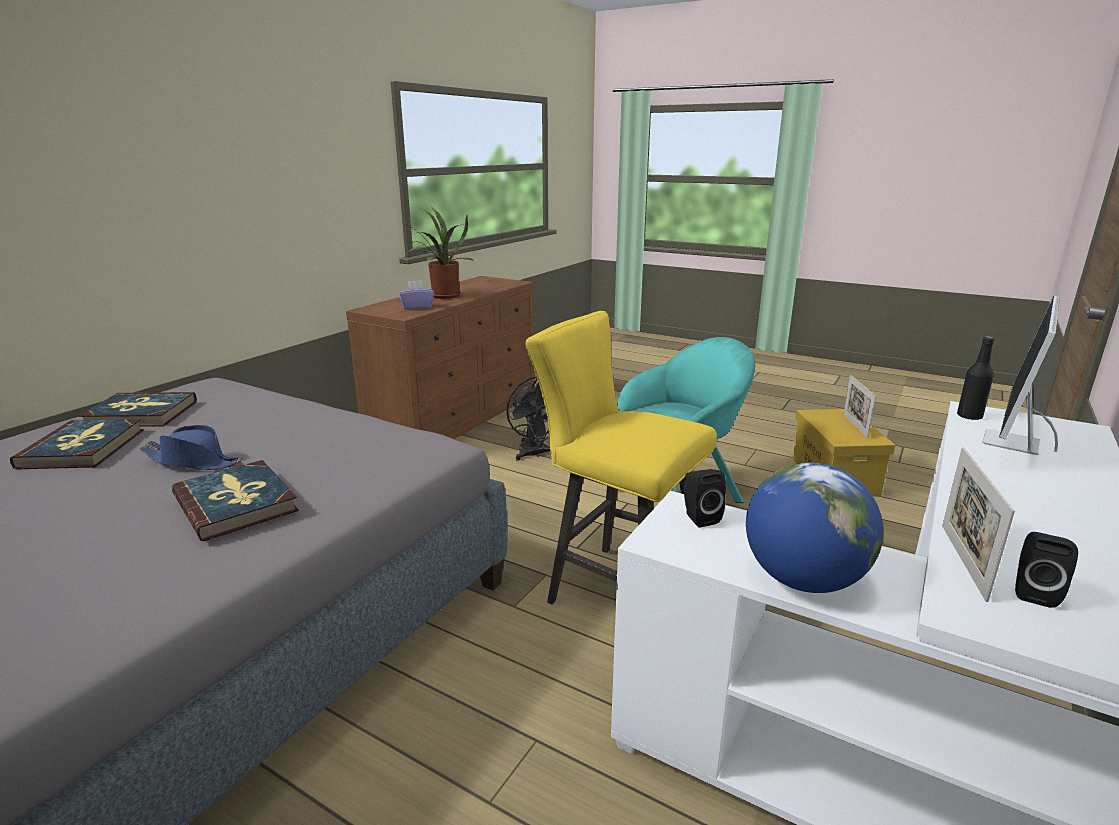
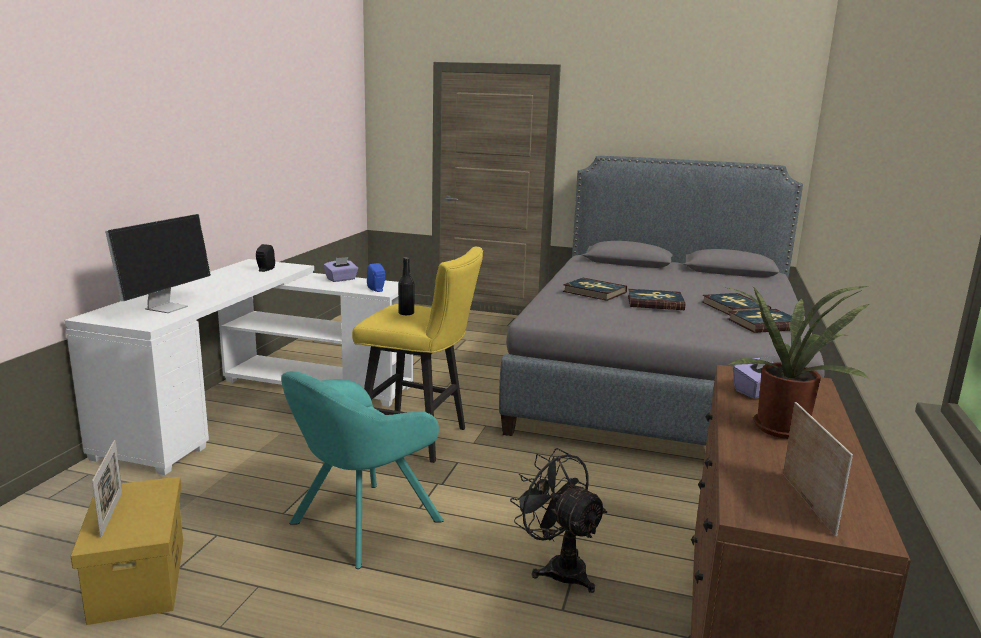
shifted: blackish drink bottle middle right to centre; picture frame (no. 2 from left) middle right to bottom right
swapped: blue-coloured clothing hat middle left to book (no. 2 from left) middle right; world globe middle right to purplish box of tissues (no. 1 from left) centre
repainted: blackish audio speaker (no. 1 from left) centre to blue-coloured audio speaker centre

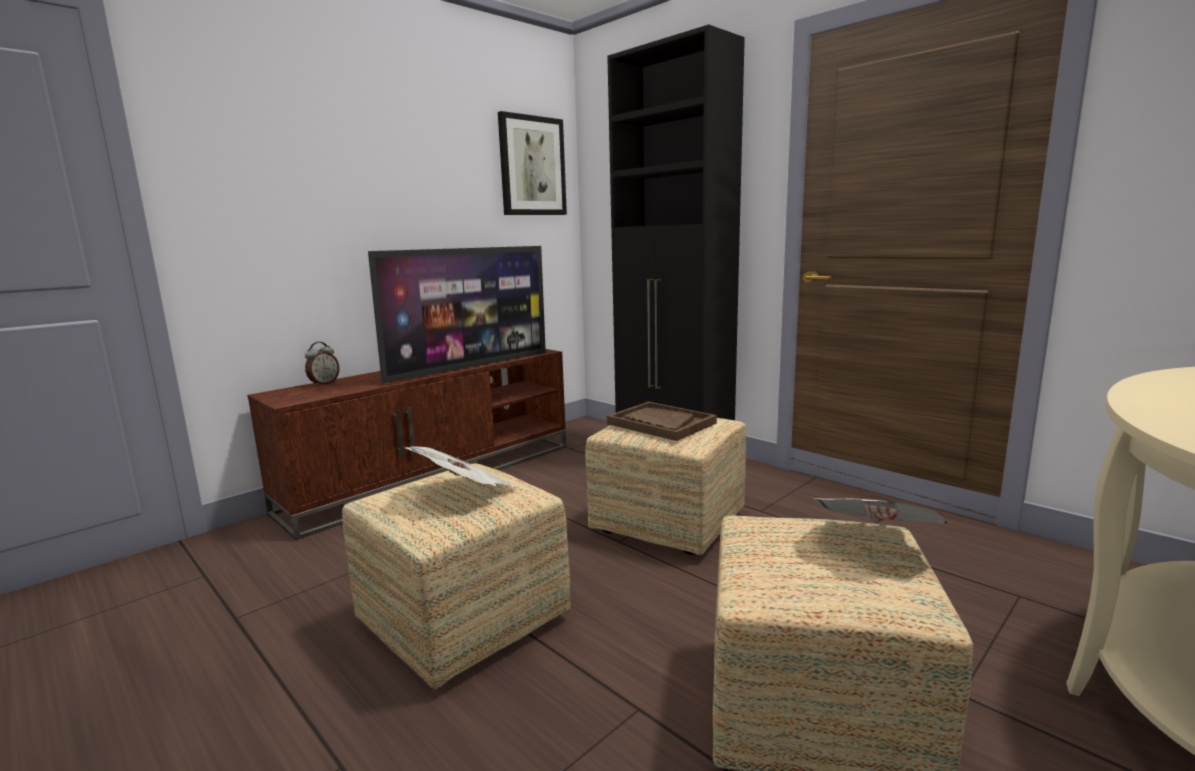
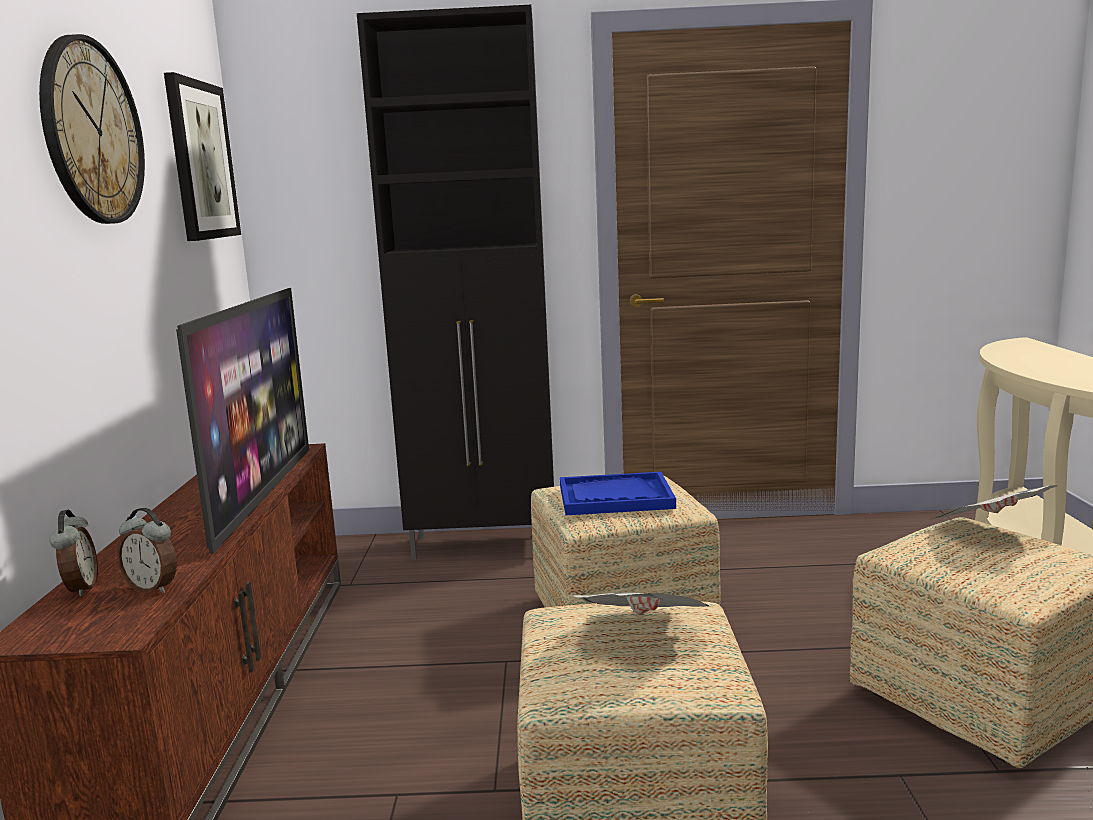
new: hanging clock top left; alarm clock (no. 2 from left) bottom left
repainted: brownish carrying tray centre to blue-coloured carrying tray centre

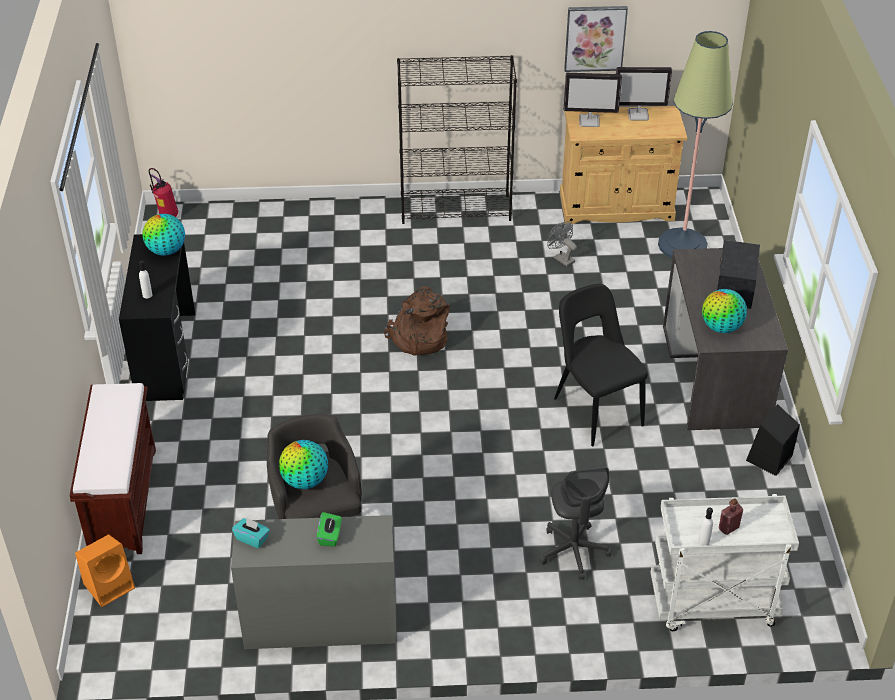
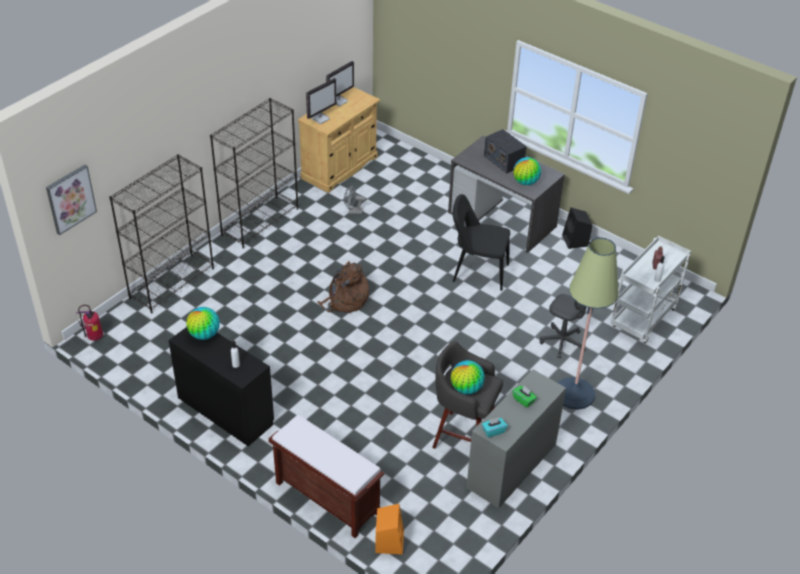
new: blackish bookcase (no. 1 from left) middle left
shifted: wall art top centre to middle left; floor lamp top right to middle right

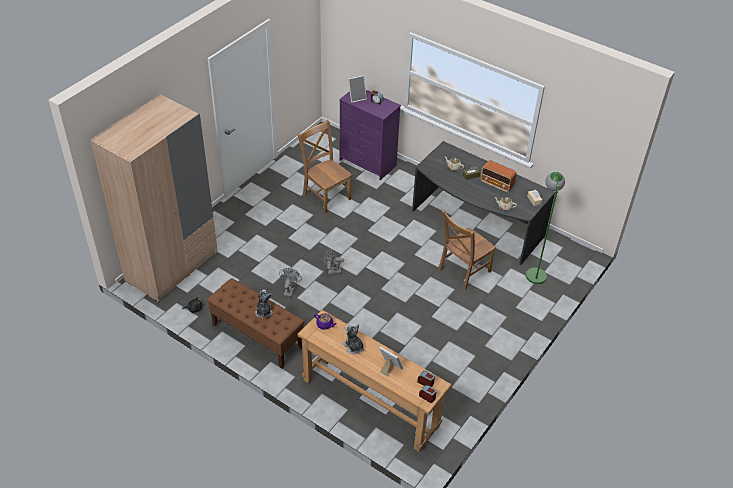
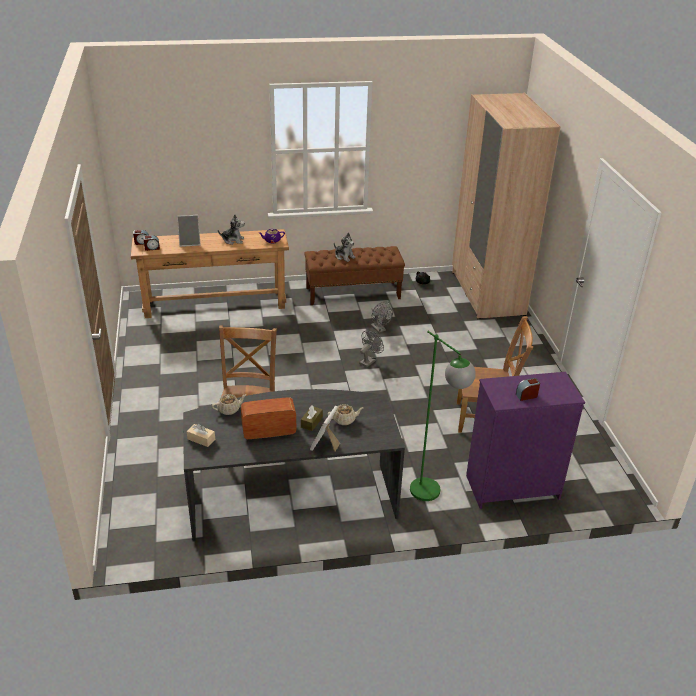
shifted: picture frame (no. 1 from left in the first image) top centre to picture frame (no. 2 from left) centre; greenish floor lamp middle right to centre

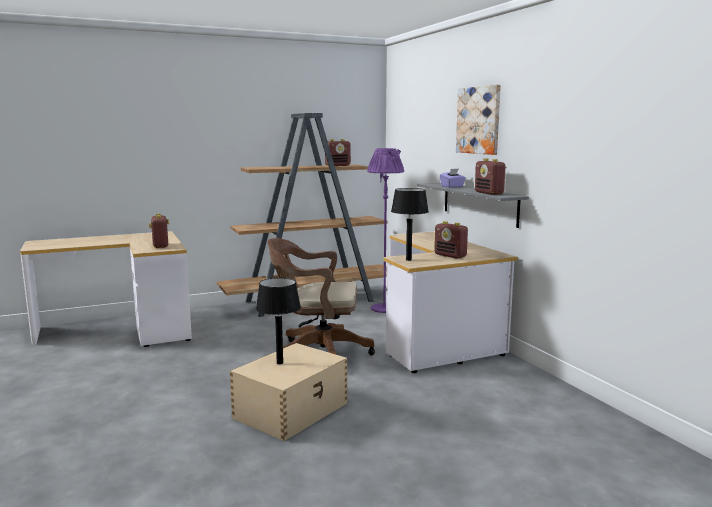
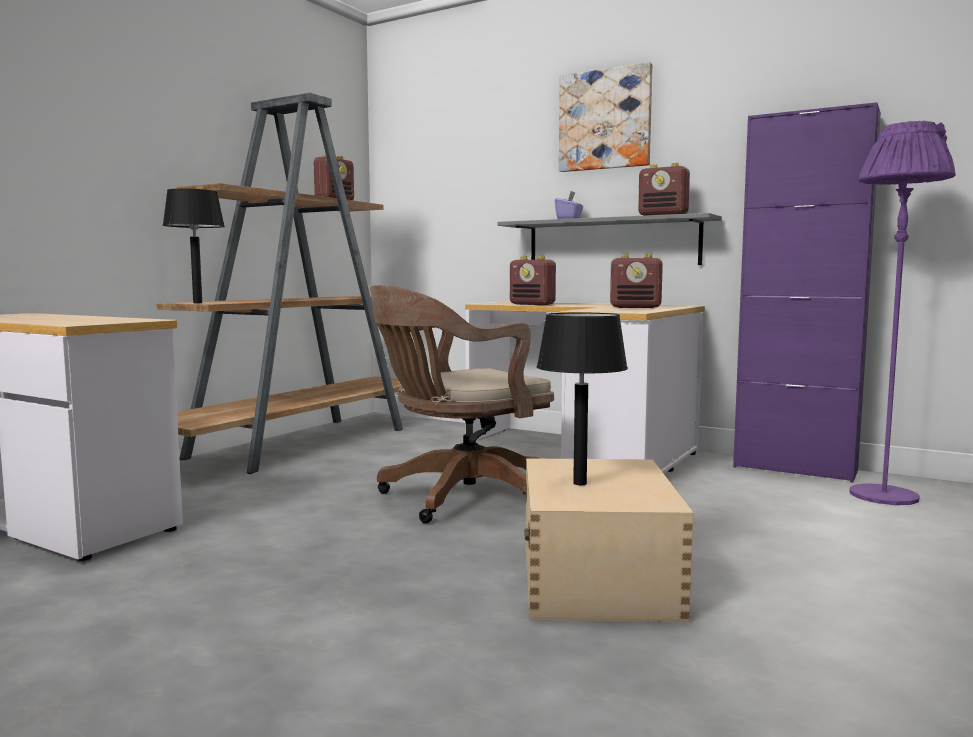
new: purplish cabinet middle right
shifted: purplish floor lamp centre to middle right; blackish table lamp (no. 2 from left in the first image) centre to blackish table lamp (no. 1 from left) middle left; radio receiver (no. 1 from left in the first image) middle left to radio receiver (no. 2 from left) centre

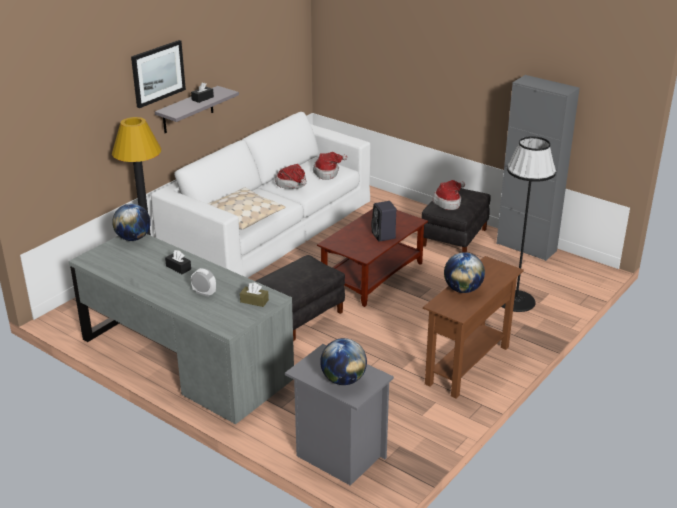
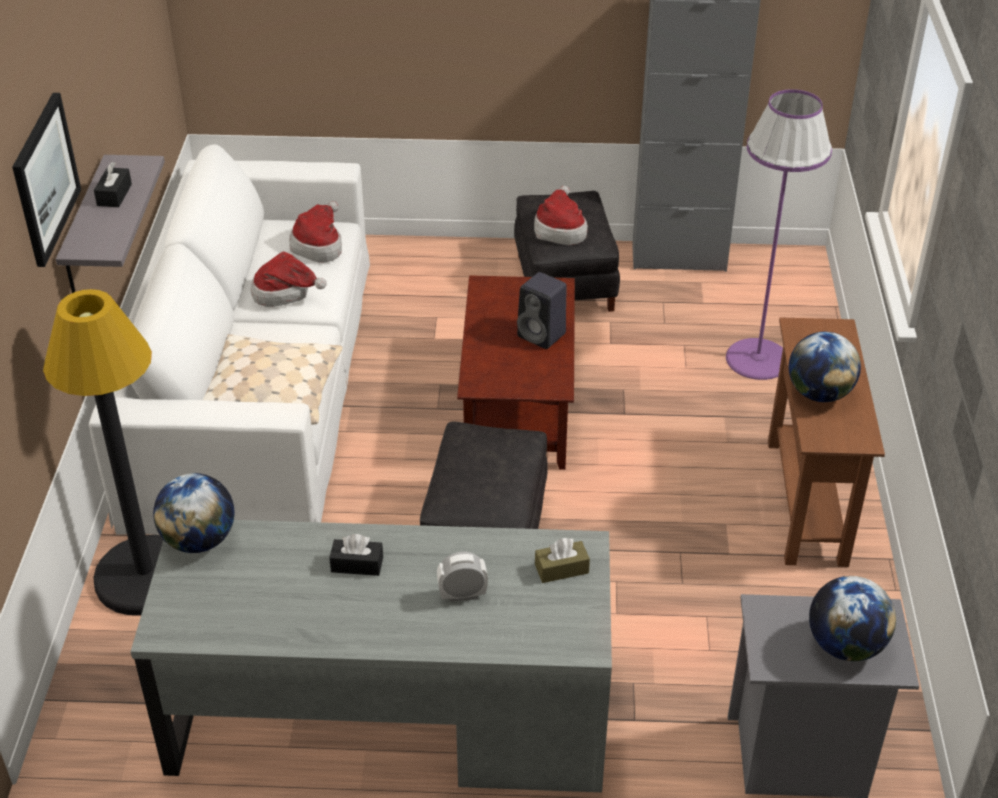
repainted: blackish floor lamp (no. 2 from left) middle right to purplish floor lamp top right

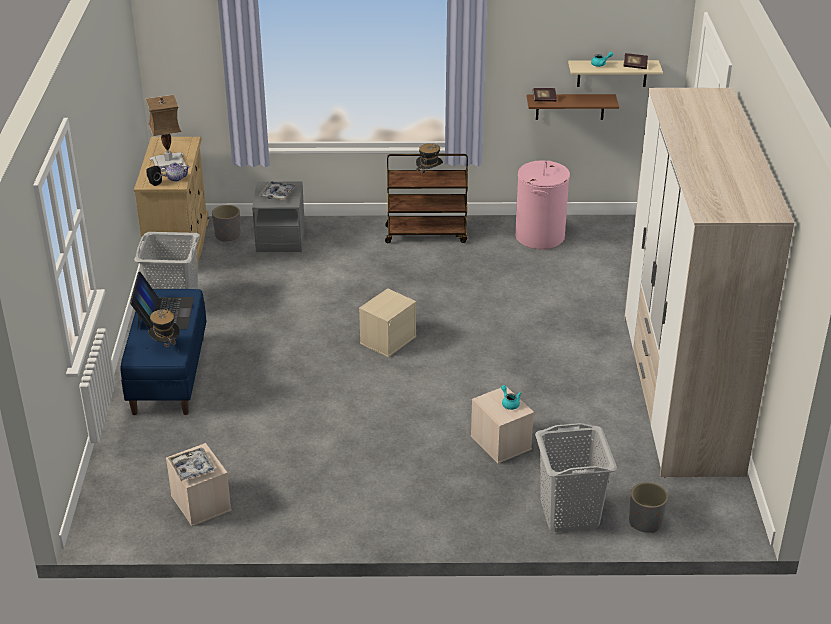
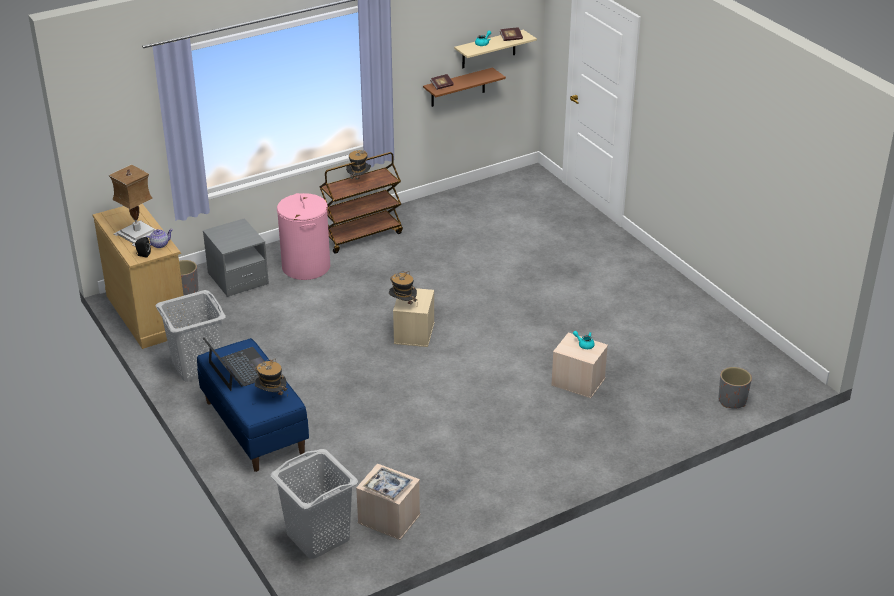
gone: wardrobe middle right; carrying tray (no. 2 from left) top centre
new: clothing hat (no. 3 from left) centre
shifted: pink hamper top centre to centre; greyish hamper (no. 2 from left) bottom right to bottom centre

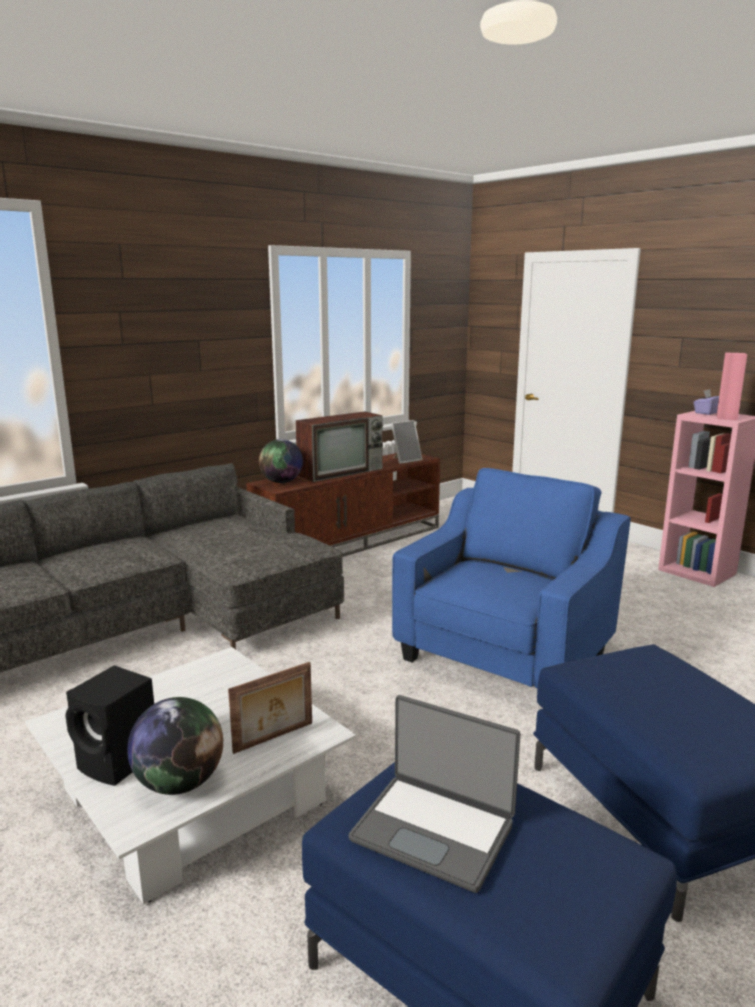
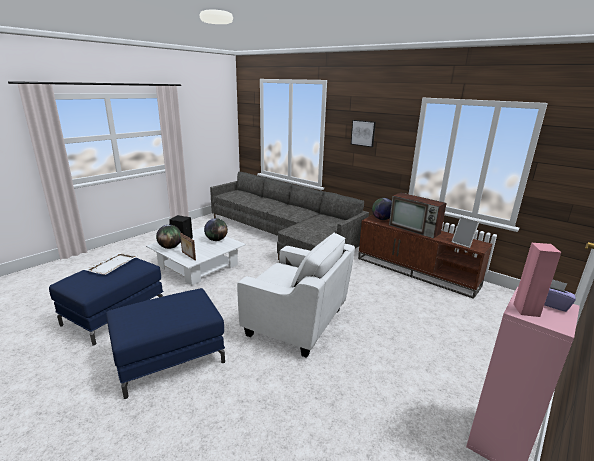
new: wall art top centre; world globe (no. 2 from left) centre
swapped: portable computer bottom centre to whitish carrying tray middle left
repainted: blue-coloured lounge chair middle right to whitish lounge chair centre

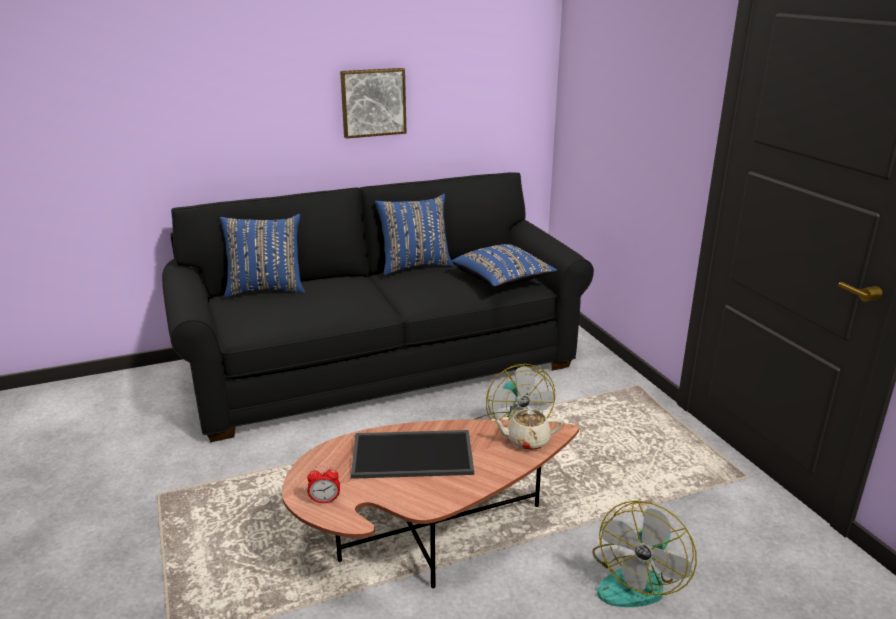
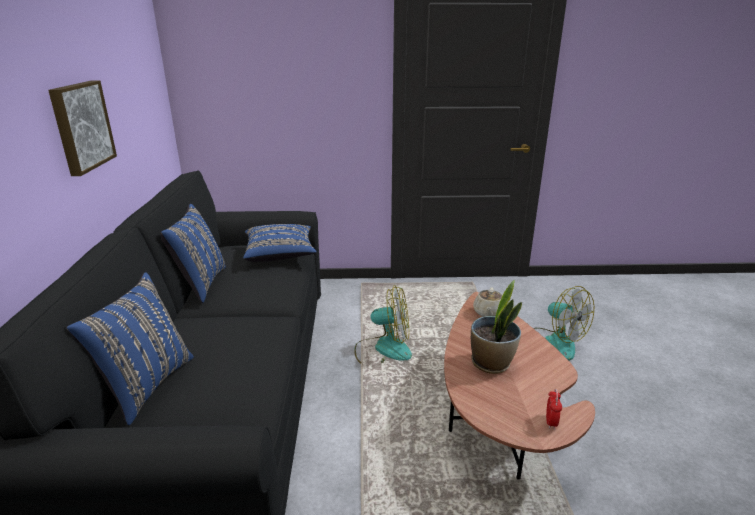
swapped: carrying tray bottom centre to potted plant centre

